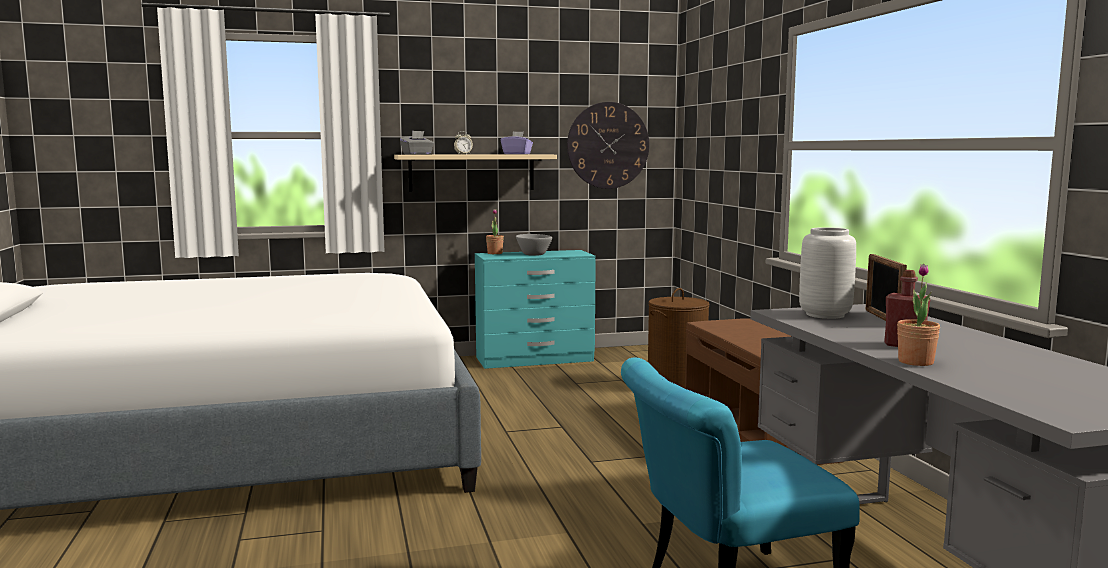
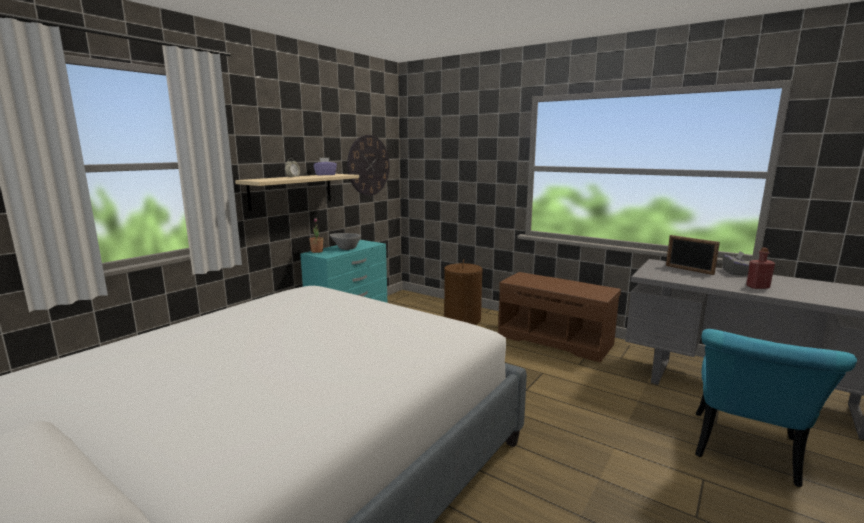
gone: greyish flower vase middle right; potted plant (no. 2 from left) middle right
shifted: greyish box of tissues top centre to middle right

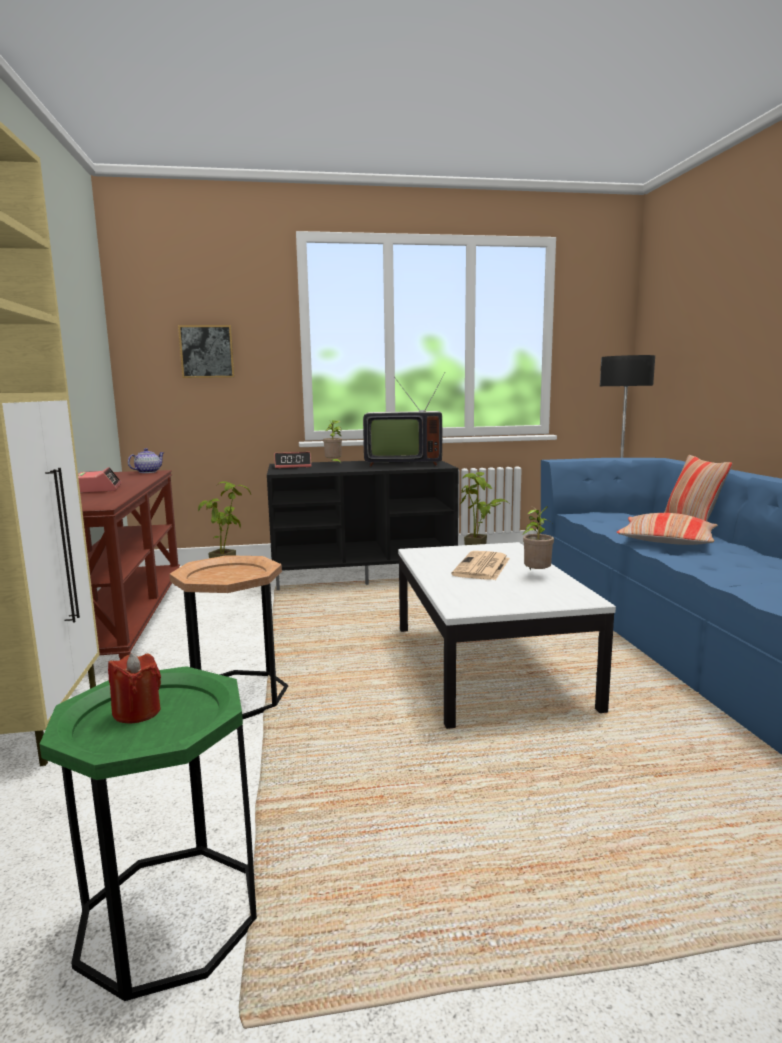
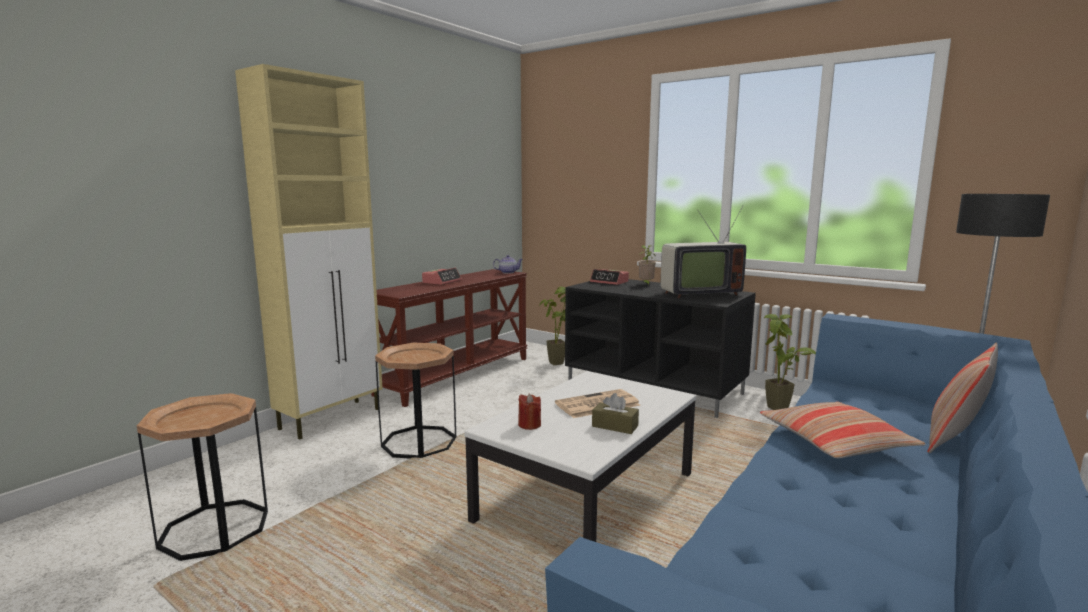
gone: wall art middle left
shifted: red-coloured wax candle middle left to bottom centre
swapped: potted plant (no. 4 from left) middle right to brownish box of tissues bottom centre
repainted: greenish accent table bottom left to brownish accent table (no. 1 from left) bottom left
rotated: television centre = centre 60 degrees counterclockwise

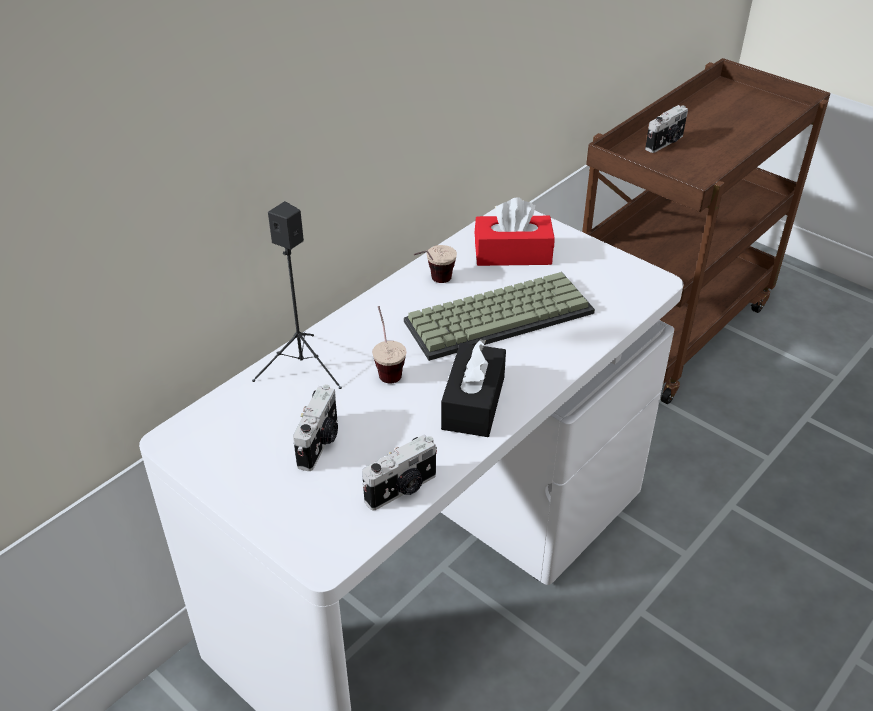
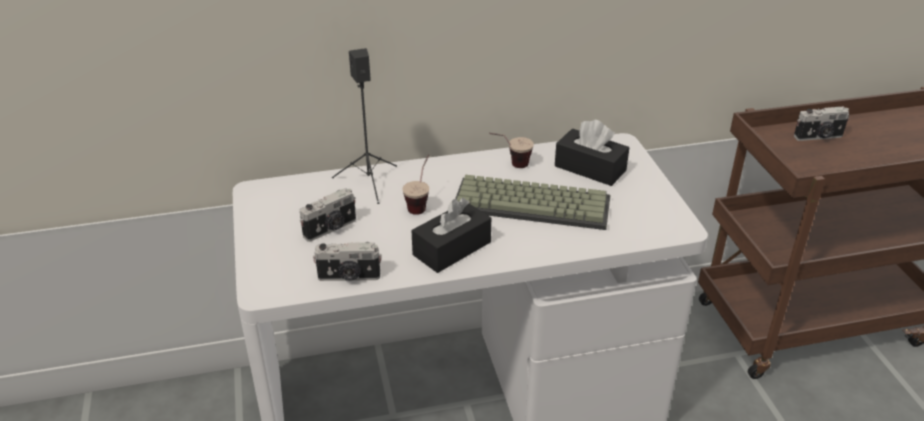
repainted: red-coloured box of tissues top centre to blackish box of tissues (no. 2 from left) centre

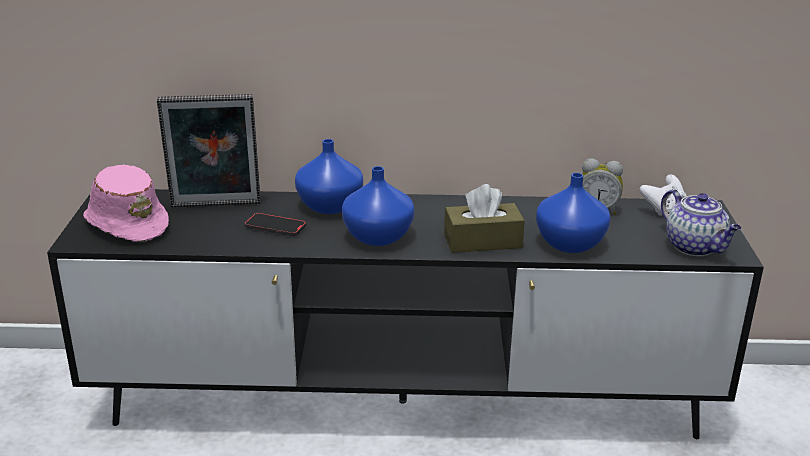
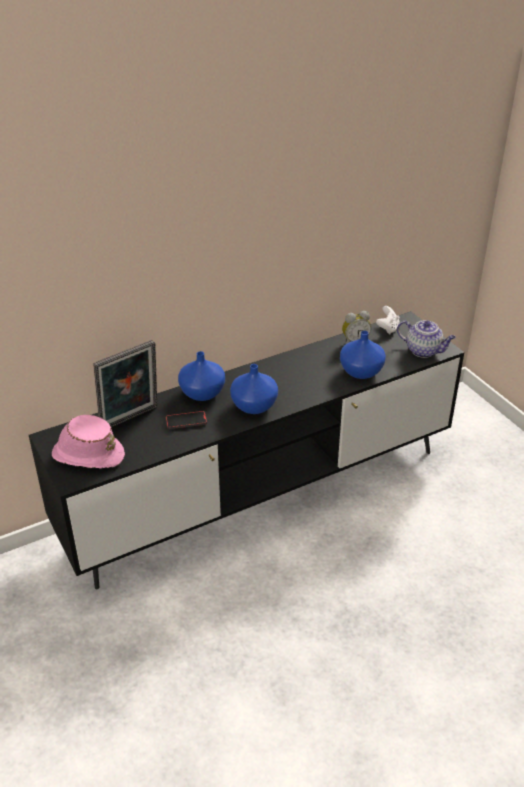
gone: brownish box of tissues centre

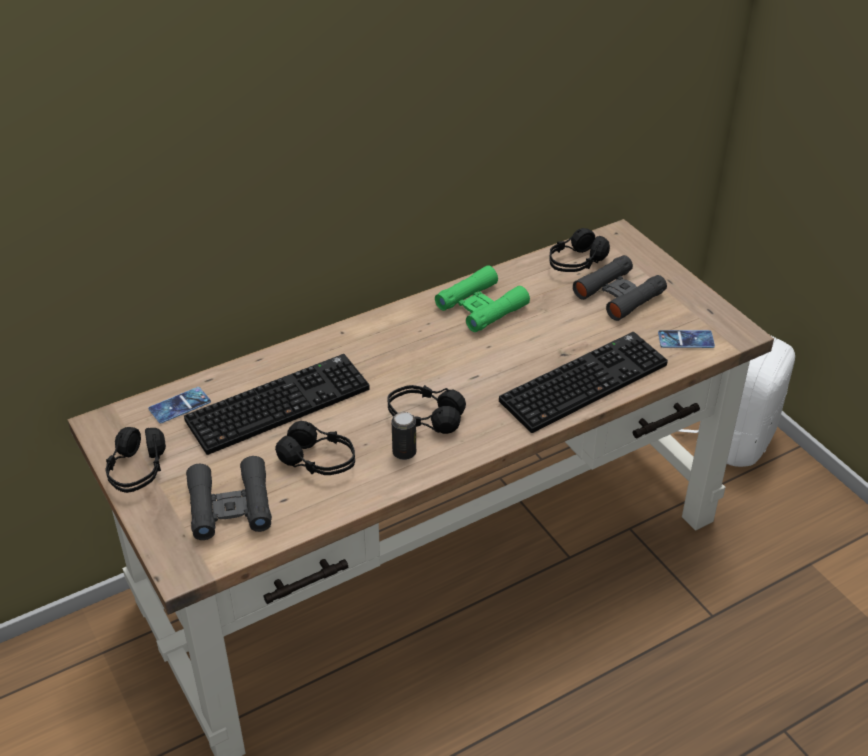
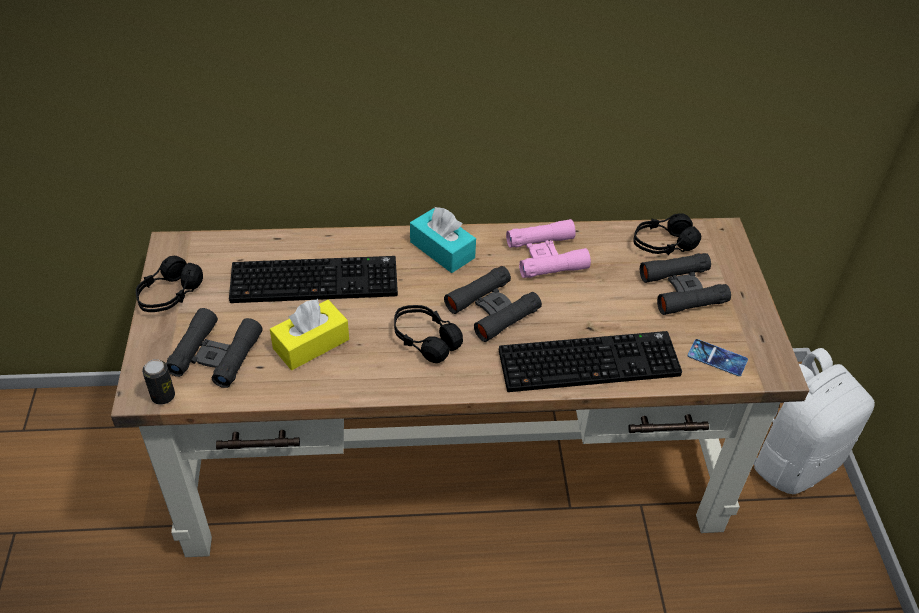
gone: phone (no. 1 from left) middle left
new: turquoise-coloured box of tissues centre; blackish binoculars (no. 2 from left) centre
shifted: metal can centre to middle left
swapped: blackish headphones (no. 2 from left) centre to yellowish box of tissues centre
repainted: greenish binoculars centre to pink binoculars centre

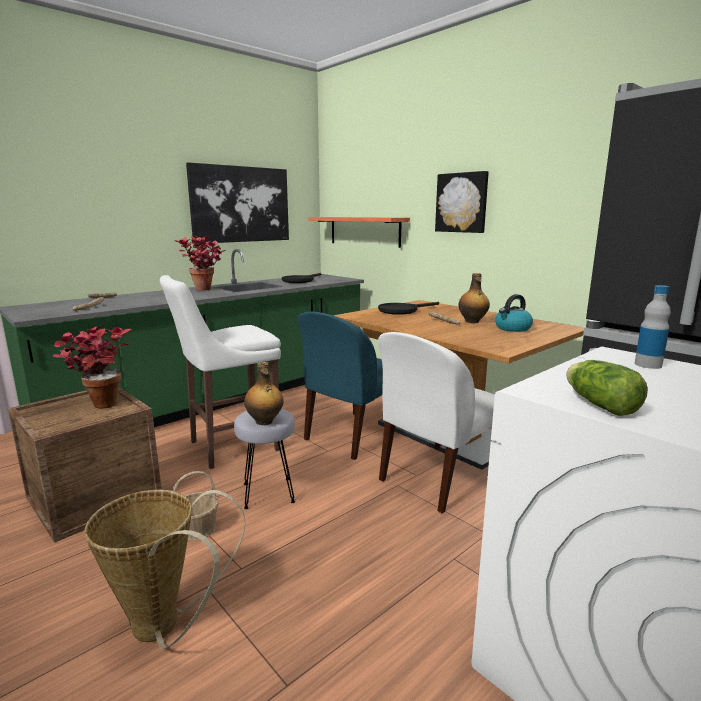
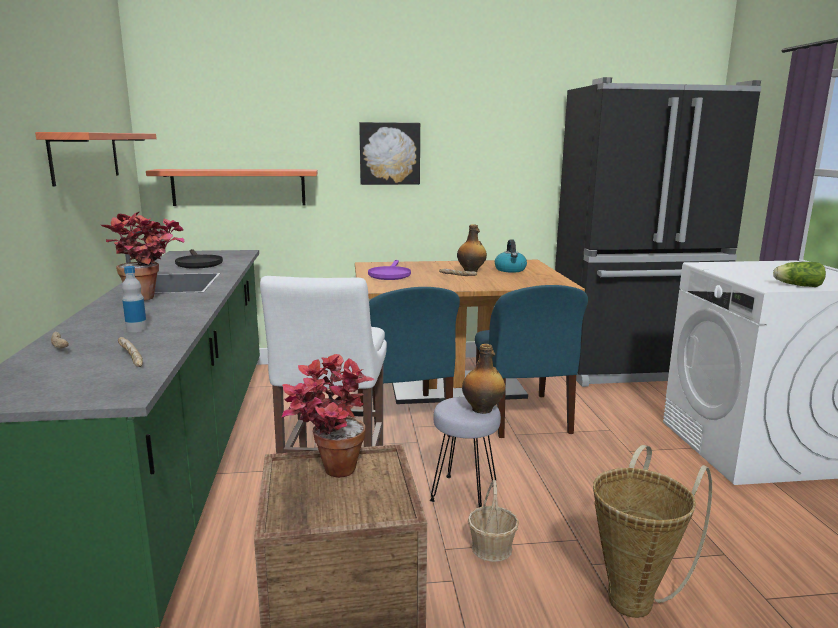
shifted: drink bottle (no. 3 from left in the first image) middle right to drink bottle (no. 1 from left) middle left
swapped: wall art (no. 1 from left) top centre to shelf (no. 1 from left) top left
repainted: blackish frying pan (no. 2 from left) centre to purplish frying pan centre; whitish plain chair centre to blue-coloured plain chair (no. 2 from left) centre

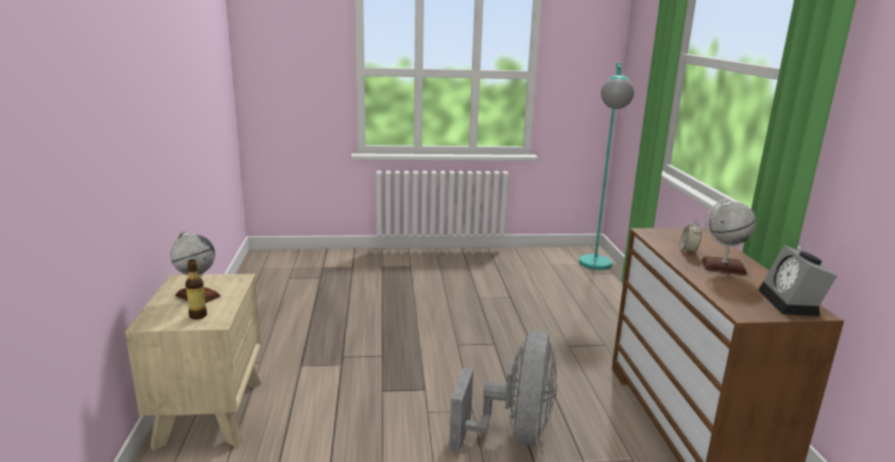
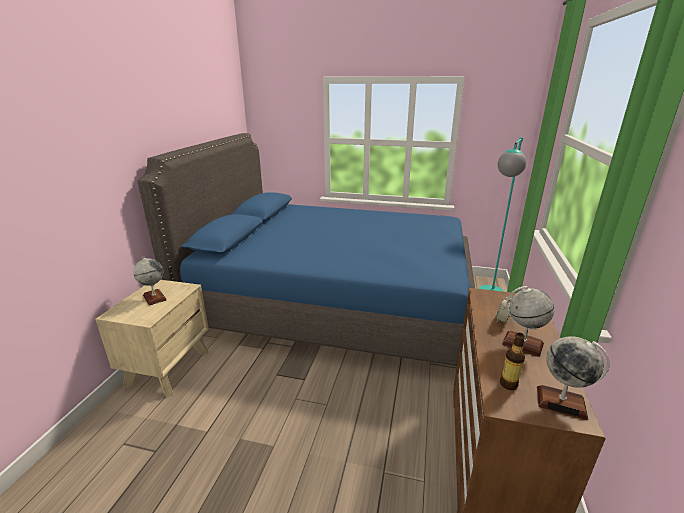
gone: greyish cooling fan bottom centre
new: blue-coloured bed centre
shifted: drink bottle middle left to bottom right
swapped: alarm clock (no. 2 from left) middle right to world globe (no. 3 from left) bottom right

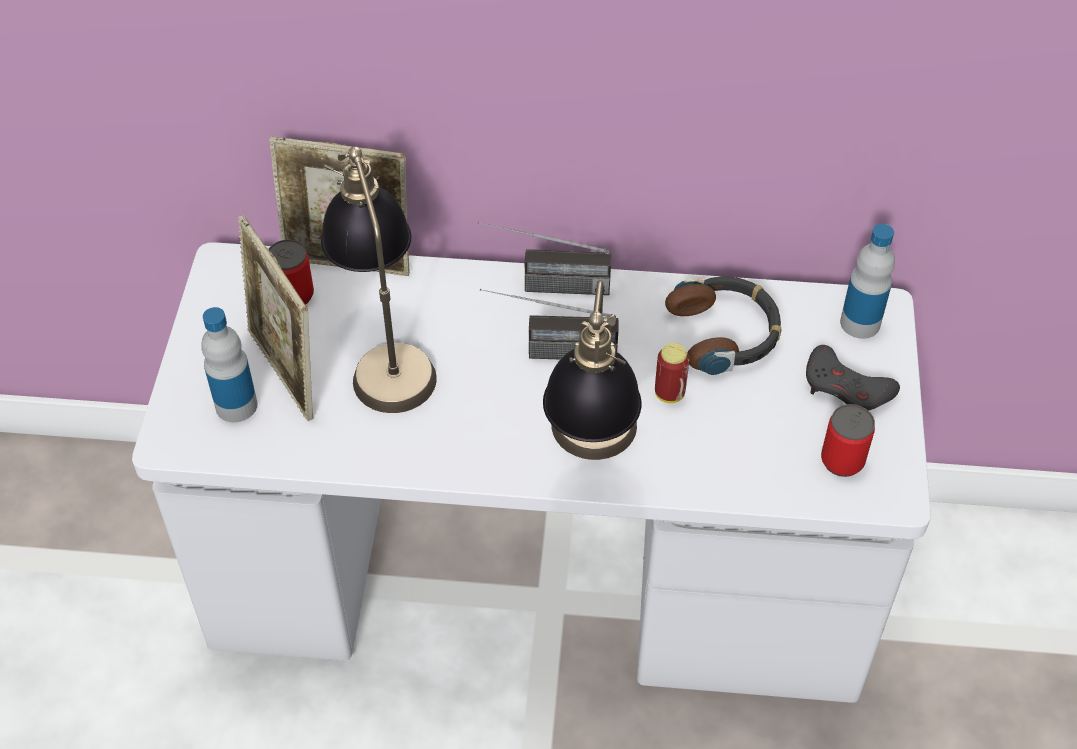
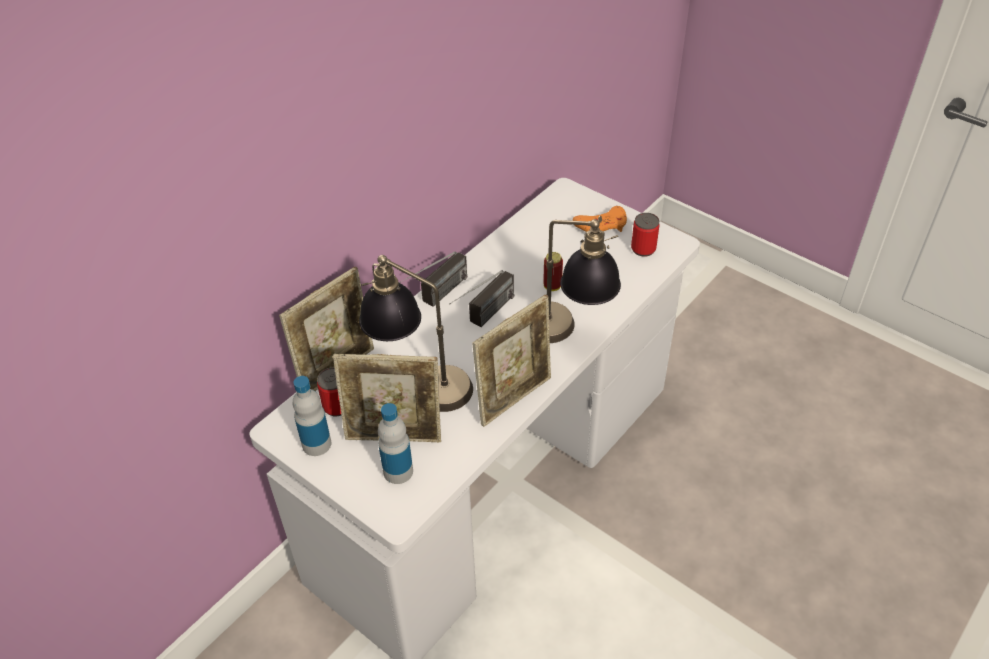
gone: headphones middle right
new: picture frame (no. 3 from left) centre
shifted: drink bottle (no. 2 from left in the first image) middle right to drink bottle (no. 1 from left) middle left
repainted: greyish game controller middle right to orangey game controller top centre

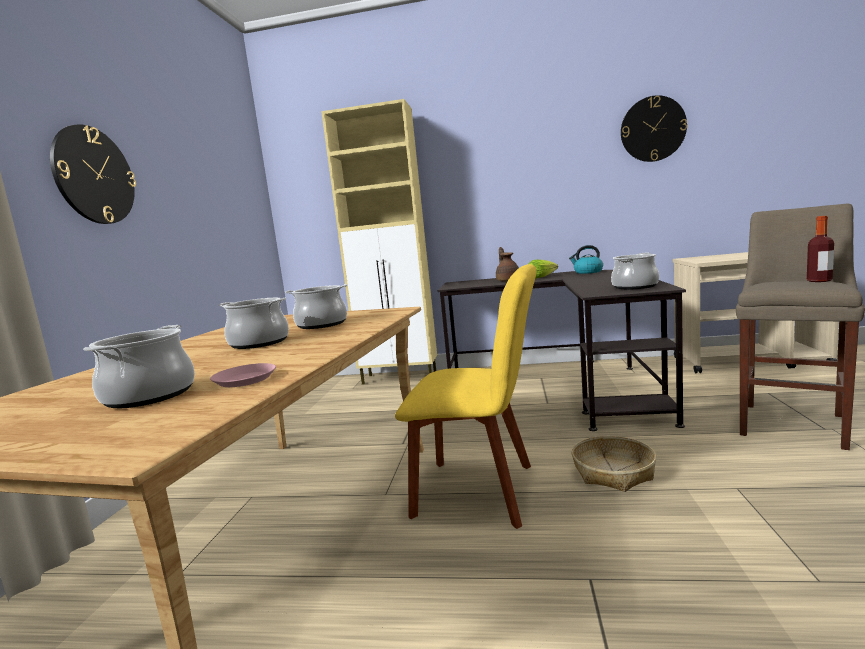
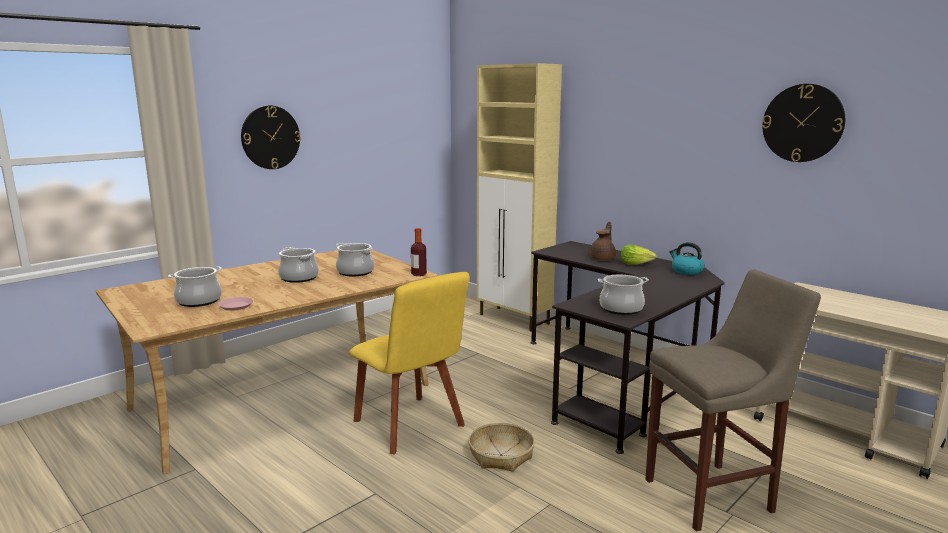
shifted: drink bottle middle right to centre

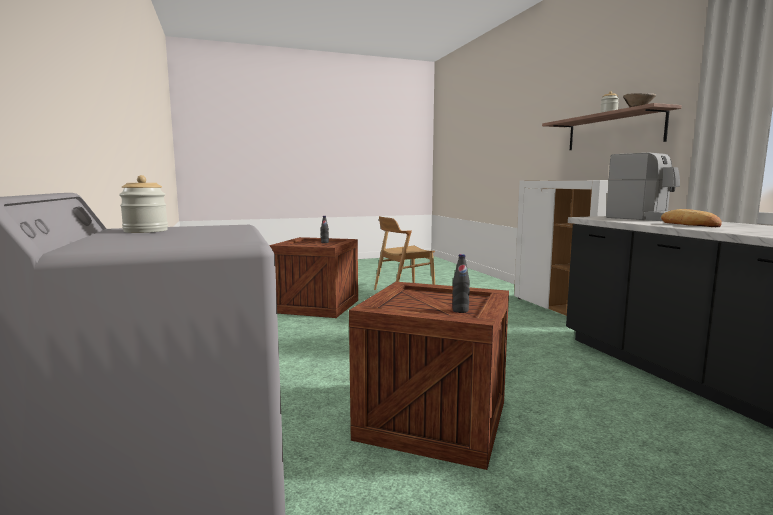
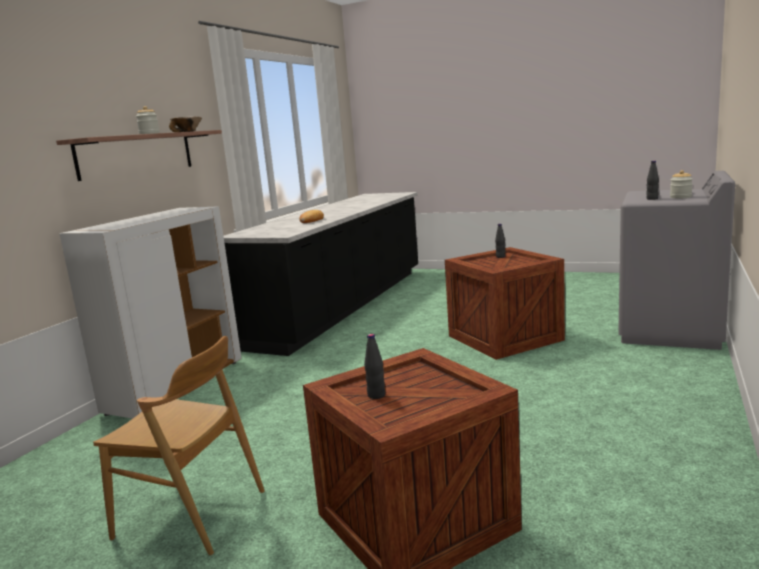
gone: coffee maker middle right
new: blackish drink bottle (no. 3 from left) top right

